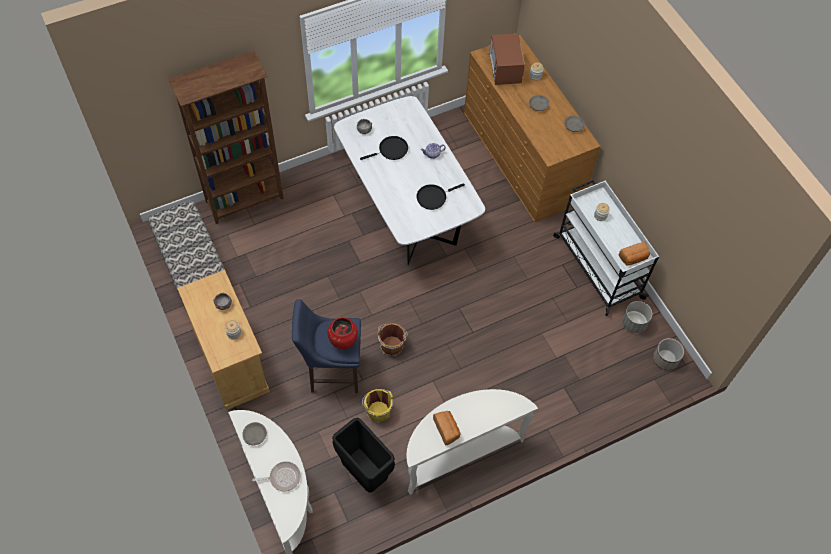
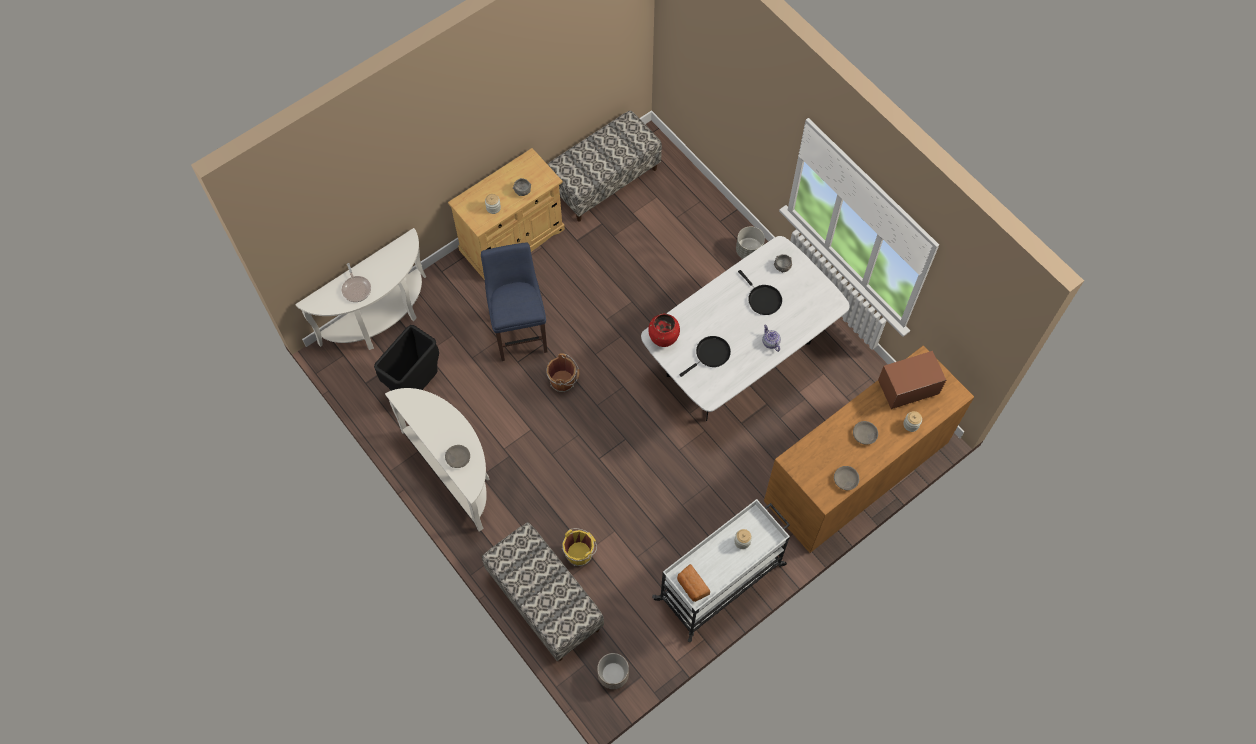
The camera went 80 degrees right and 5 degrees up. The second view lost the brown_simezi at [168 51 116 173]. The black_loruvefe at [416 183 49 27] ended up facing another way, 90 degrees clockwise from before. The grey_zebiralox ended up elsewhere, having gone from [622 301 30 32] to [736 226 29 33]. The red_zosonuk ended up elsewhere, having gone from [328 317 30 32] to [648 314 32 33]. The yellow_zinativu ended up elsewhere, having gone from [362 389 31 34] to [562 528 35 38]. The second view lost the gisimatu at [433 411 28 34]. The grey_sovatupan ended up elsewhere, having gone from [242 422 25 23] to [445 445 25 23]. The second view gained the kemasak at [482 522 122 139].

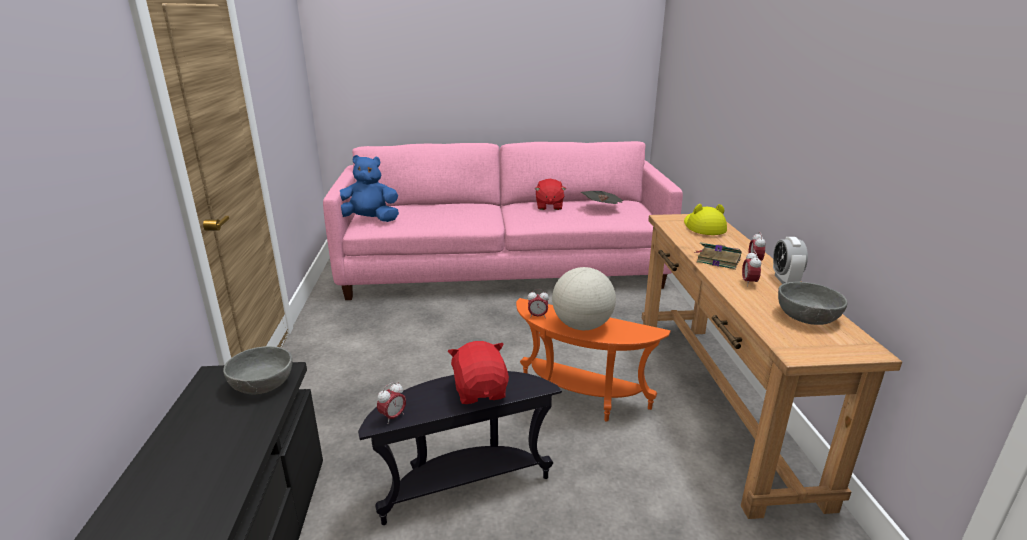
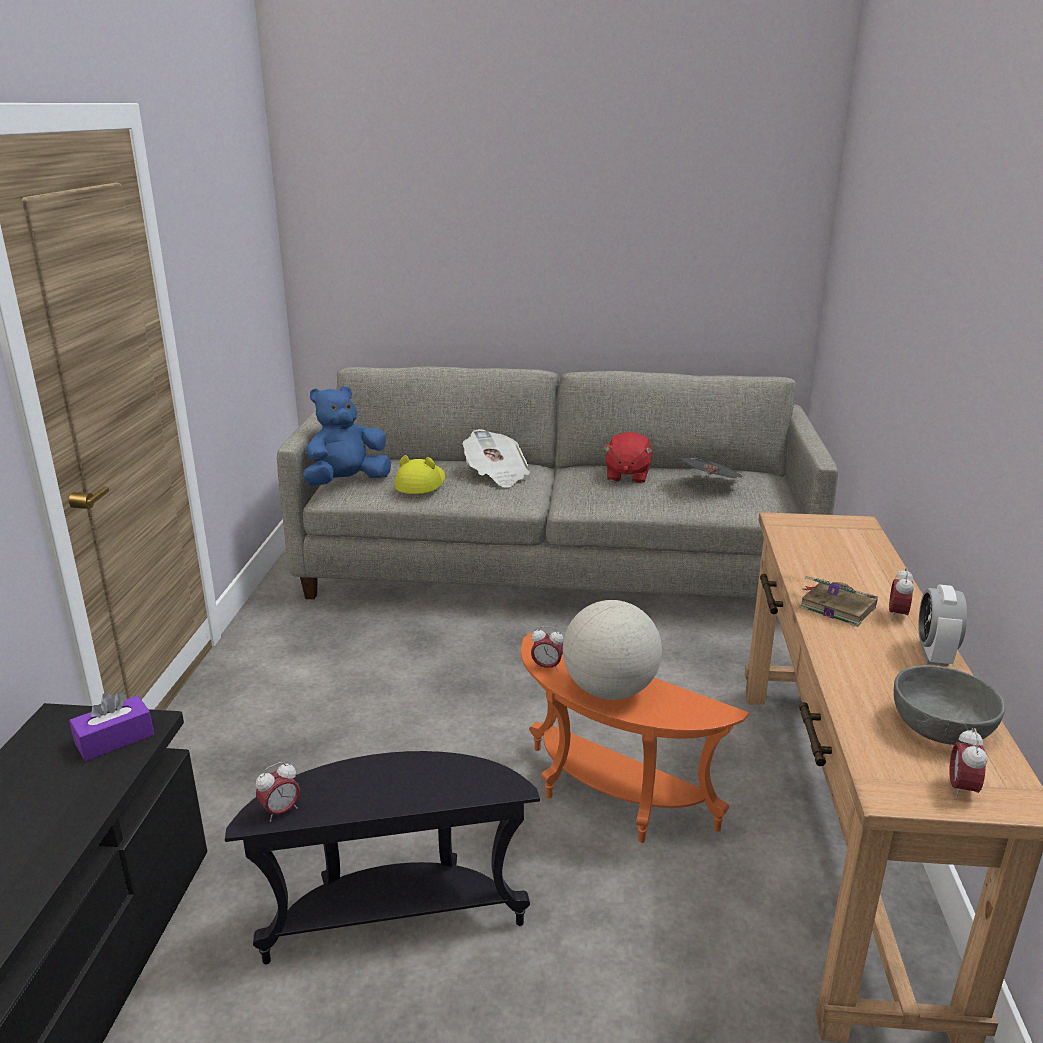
The camera went 10 degrees right and 0 degrees up. What was the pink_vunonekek at [323 141 360 159] turned into the grey_vunonekek at [277 367 561 232]. The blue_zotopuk at [340 155 59 67] ended up facing another way, 45 degrees counterclockwise from before. The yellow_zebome ended up elsewhere, having gone from [684 204 43 31] to [394 455 51 39]. The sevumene ended up elsewhere, having gone from [742 250 19 37] to [950 728 37 72]. The second view lost the red_zotopuk at [448 341 61 63]. Where the grey_sovatupan stood at [223 346 69 48], the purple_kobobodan came to stand at [69 691 85 70]. The second view gained the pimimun at [462 429 68 59].

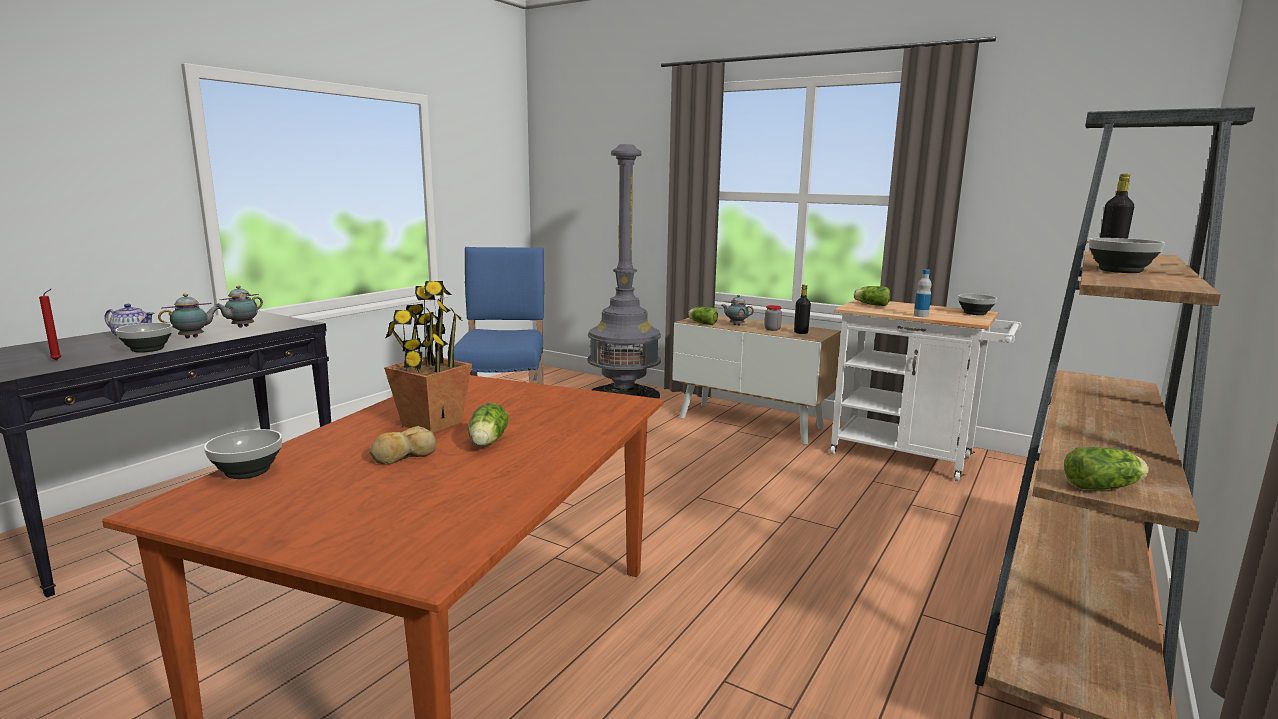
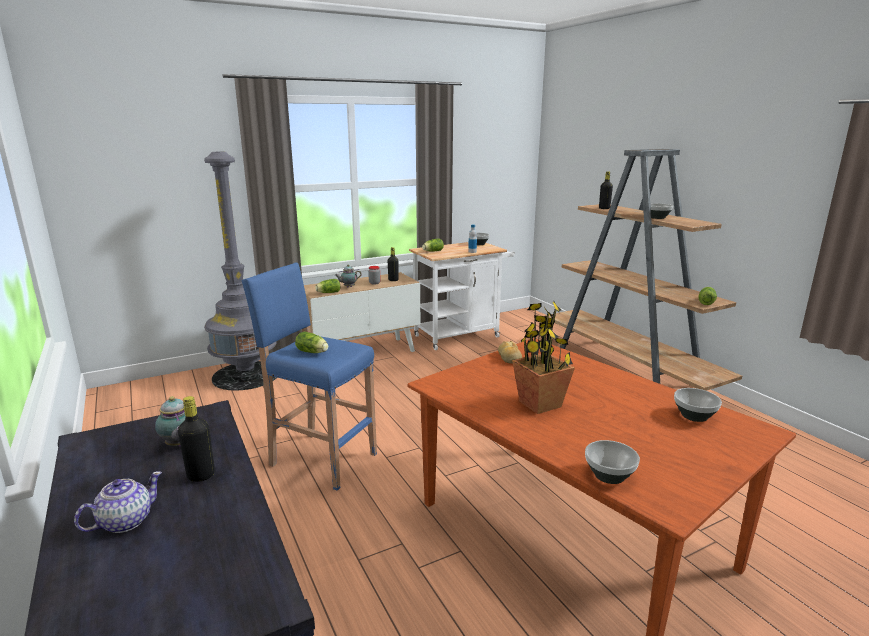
The camera went 60 degrees left and 5 degrees up. The second view lost the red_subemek at [39 289 22 71]. Where the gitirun stood at [158 293 61 45], the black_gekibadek came to stand at [178 396 37 86]. The sovatupan ended up elsewhere, having gone from [115 323 58 30] to [674 388 48 34]. The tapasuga ended up elsewhere, having gone from [468 403 40 43] to [295 332 33 21]. The gisimatu ended up elsewhere, having gone from [369 426 67 38] to [498 341 24 23].

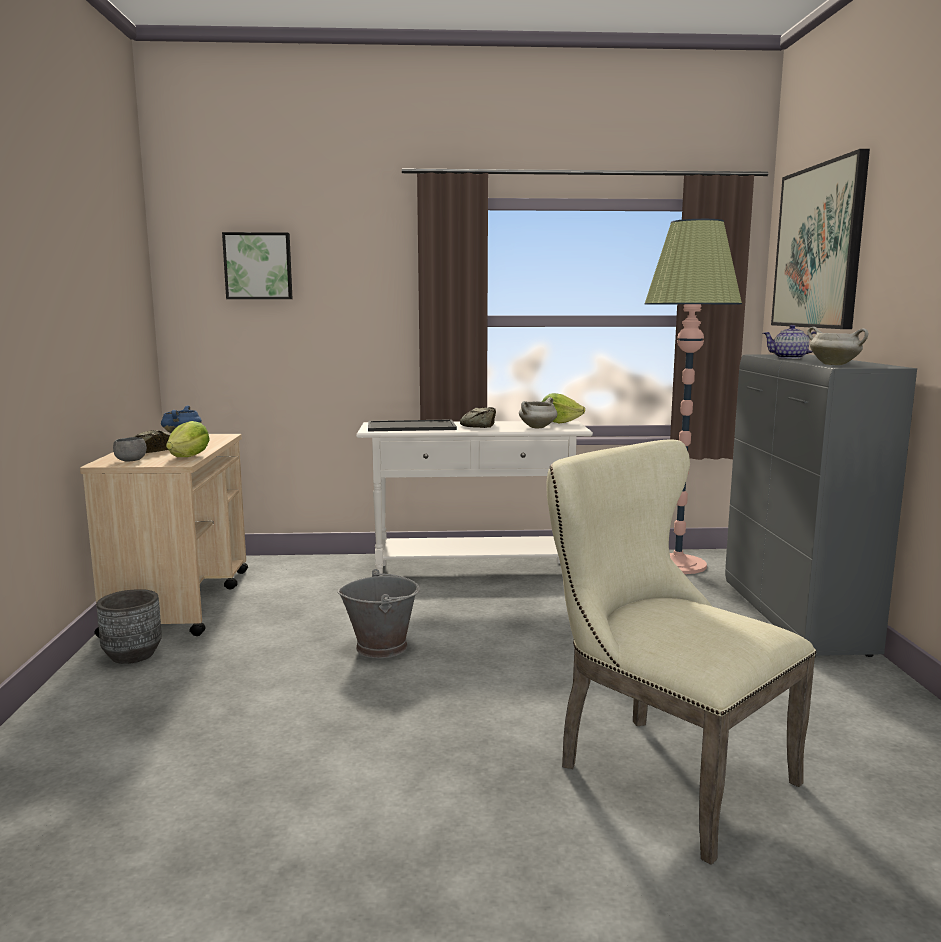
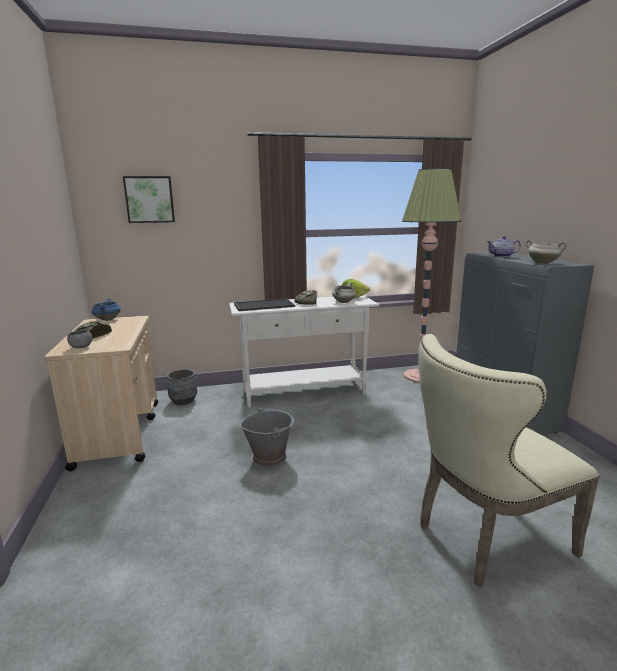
The camera went 10 degrees left and 5 degrees up. The second view lost the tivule at [771 149 99 180]. The second view lost the tapasuga at [166 421 44 36]. The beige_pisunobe at [546 440 270 425] ended up facing another way, 60 degrees counterclockwise from before. The grey_zebiralox ended up elsewhere, having gone from [96 589 66 75] to [166 369 31 36].

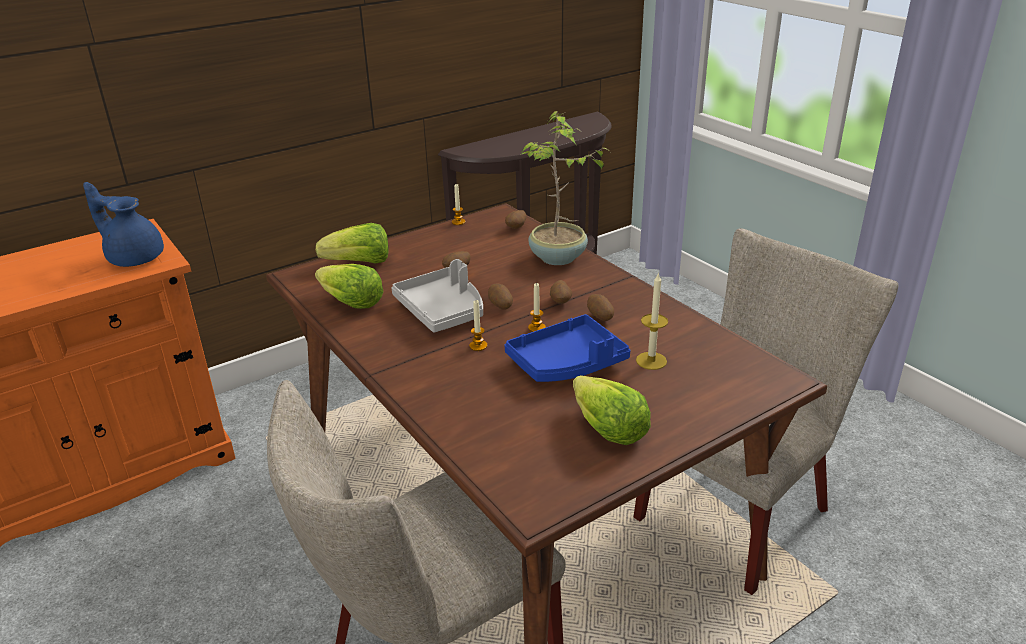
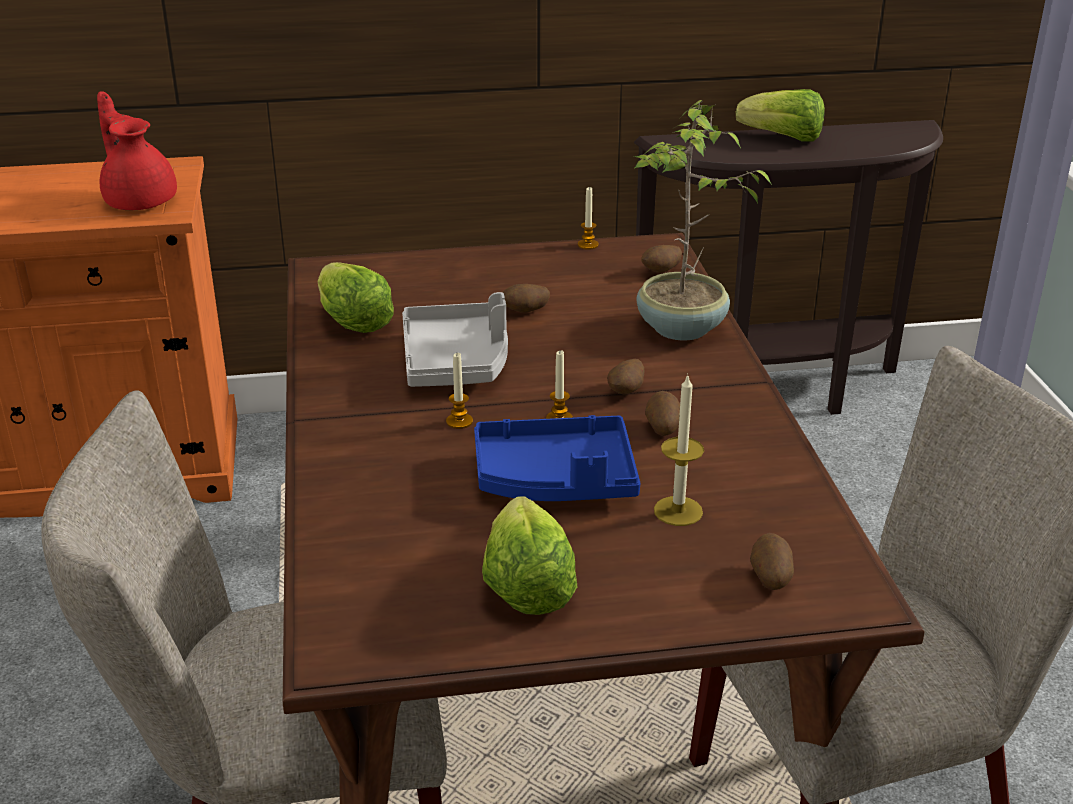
The camera went 25 degrees right and 0 degrees up. What was the blue_gitirun at [83 182 81 85] turned into the red_gitirun at [97 91 80 119]. The tapasuga ended up elsewhere, having gone from [316 223 73 41] to [736 89 89 53]. The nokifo ended up elsewhere, having gone from [488 284 25 26] to [750 533 44 57].

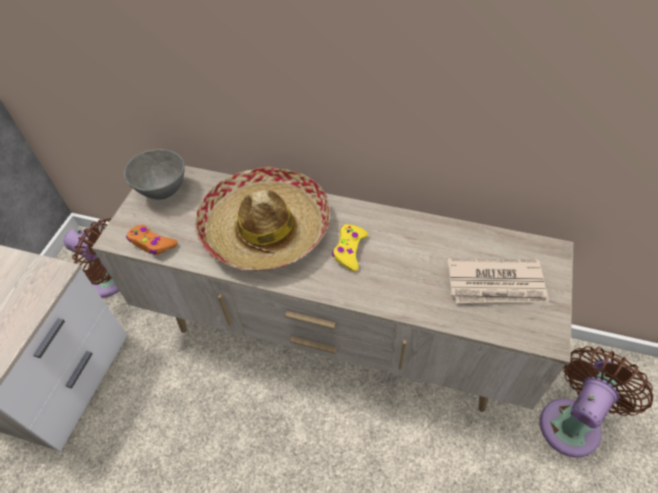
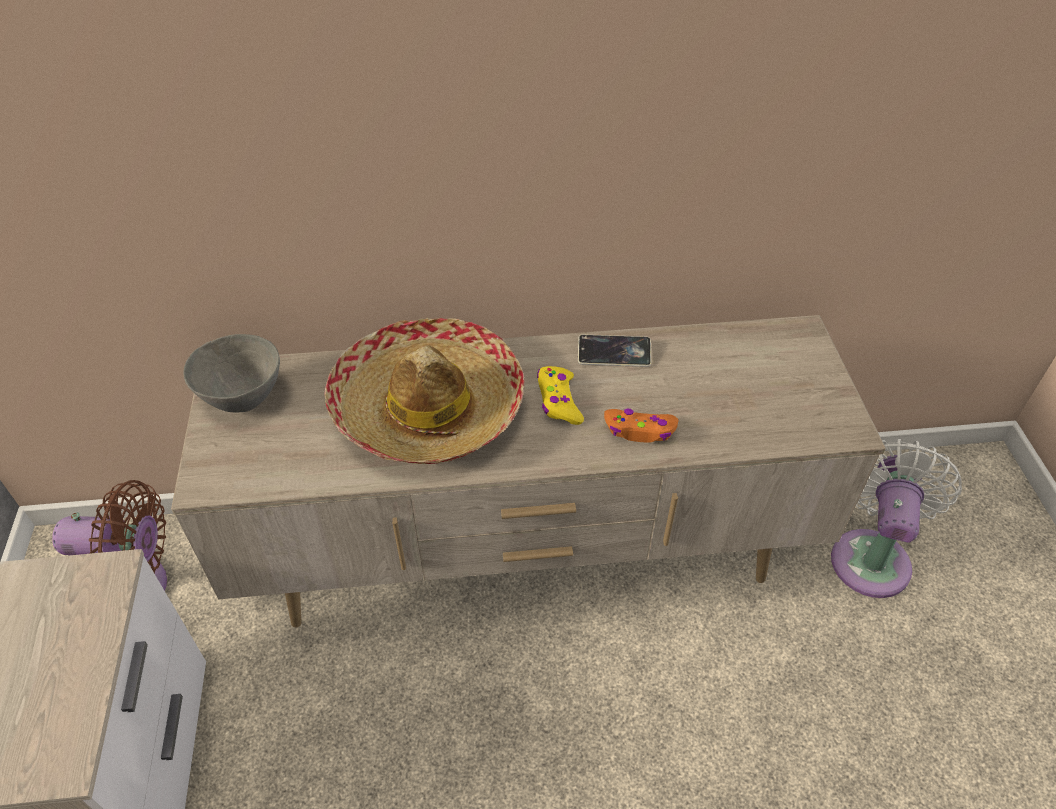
The camera went 25 degrees left and 5 degrees down. The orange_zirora ended up elsewhere, having gone from [126 225 52 30] to [604 408 75 35]. The second view lost the pimimun at [447 258 102 45]. What was the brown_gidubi at [540 346 113 111] turned into the white_gidubi at [831 439 131 159]. The second view gained the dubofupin at [578 334 73 33].

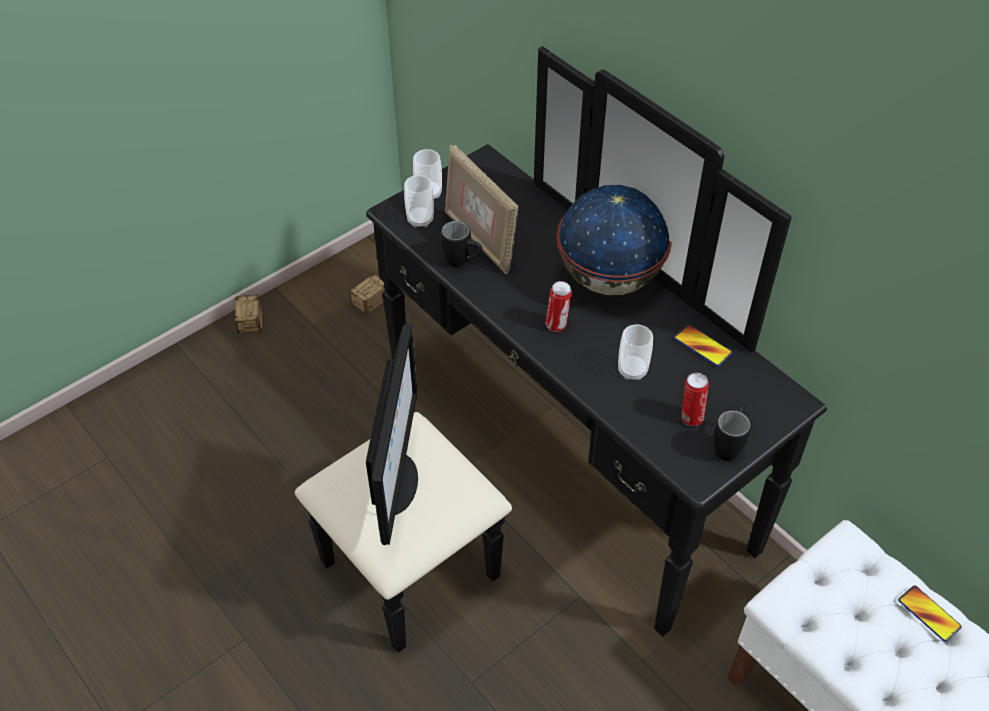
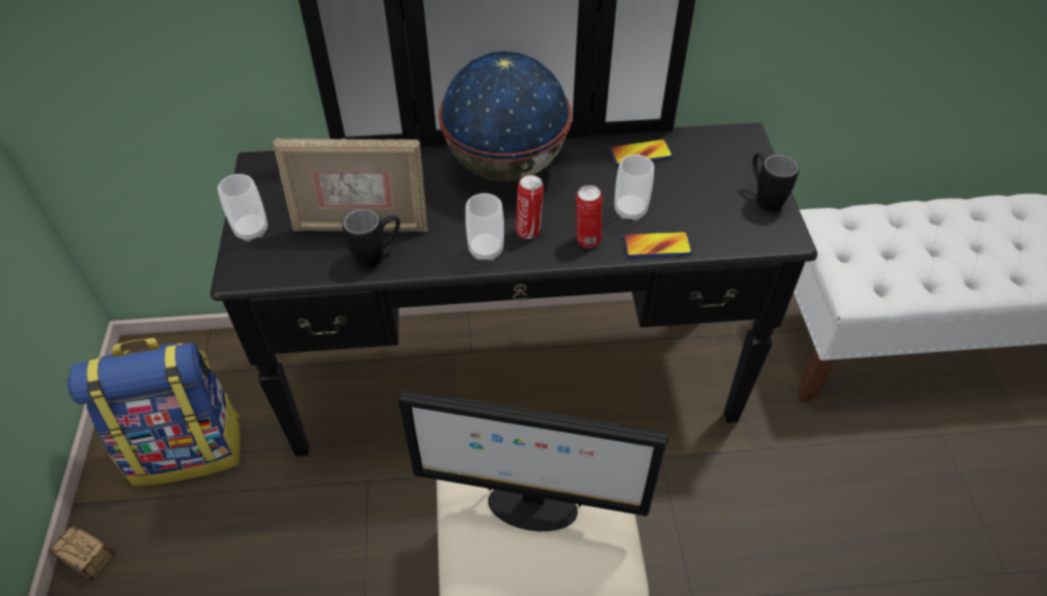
The camera went 55 degrees left and 0 degrees up. The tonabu ended up elsewhere, having gone from [404 175 30 52] to [465 193 39 68]. Where the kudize stood at [325 273 60 41], the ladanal came to stand at [67 338 173 148]. The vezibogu at [366 323 52 222] ended up facing another way, 150 degrees clockwise from before. The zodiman ended up elsewhere, having gone from [681 373 28 53] to [576 185 26 63]. The dubofupin ended up elsewhere, having gone from [898 585 64 57] to [623 232 69 25].

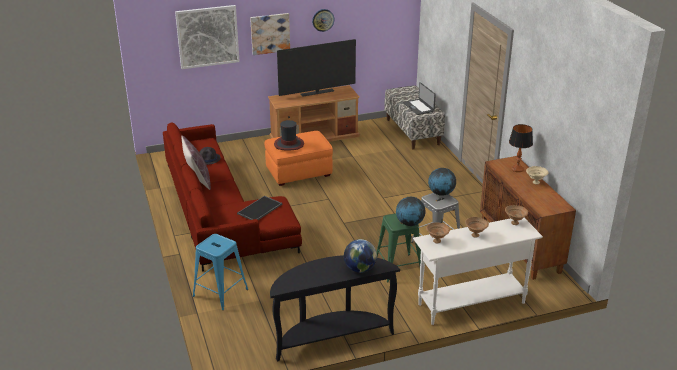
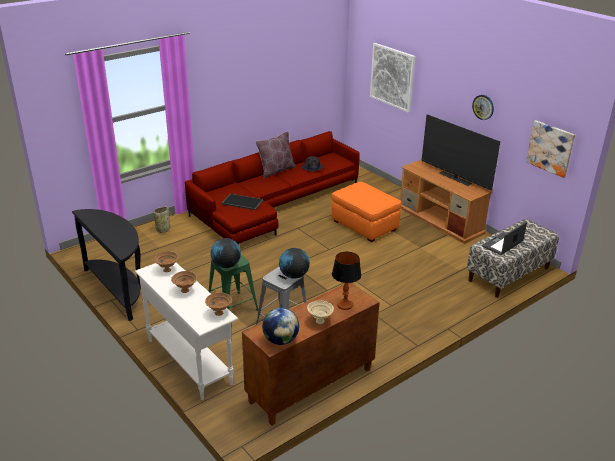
The camera went 70 degrees right and 0 degrees up. The tivule ended up elsewhere, having gone from [250 13 40 42] to [526 120 49 58]. The second view lost the zebome at [274 120 30 30]. Where the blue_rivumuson stood at [193 234 55 76], the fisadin came to stand at [153 206 21 29]. The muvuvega ended up elsewhere, having gone from [344 239 33 34] to [262 308 37 37].

